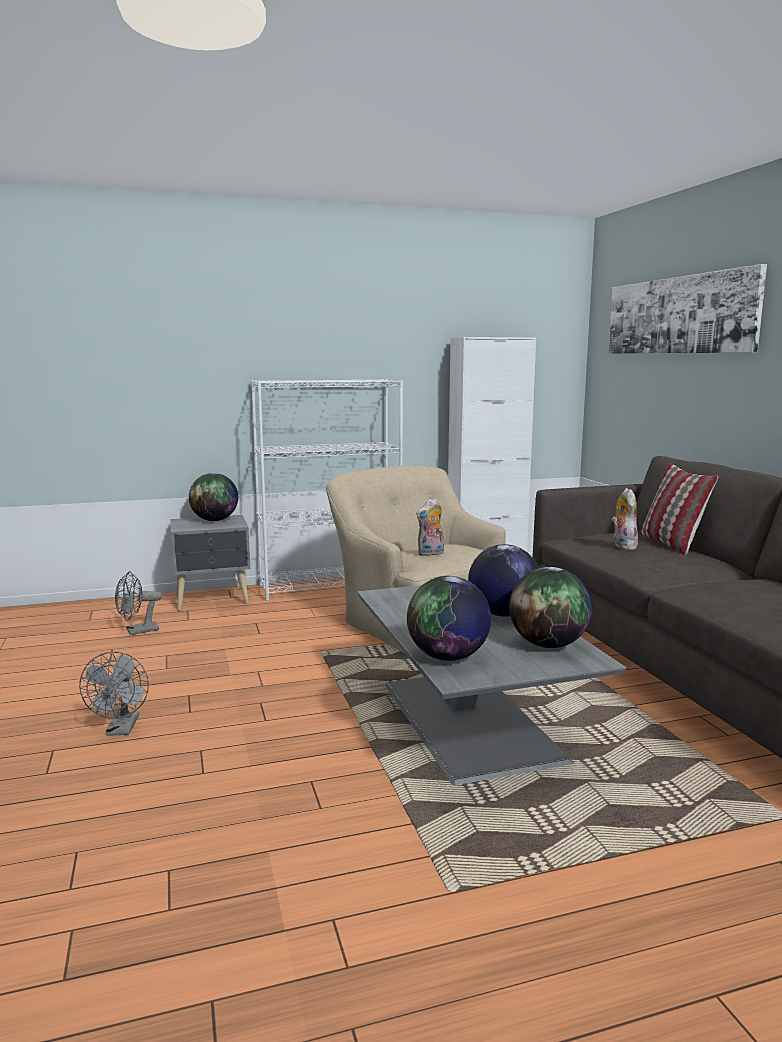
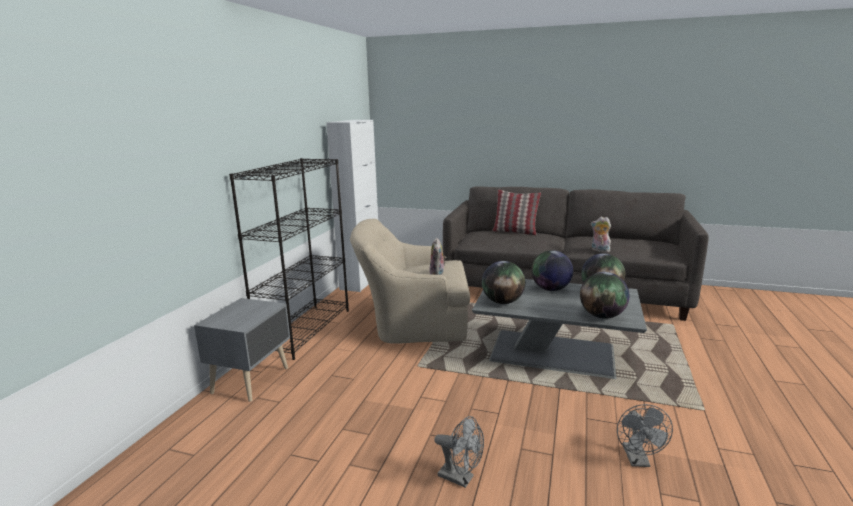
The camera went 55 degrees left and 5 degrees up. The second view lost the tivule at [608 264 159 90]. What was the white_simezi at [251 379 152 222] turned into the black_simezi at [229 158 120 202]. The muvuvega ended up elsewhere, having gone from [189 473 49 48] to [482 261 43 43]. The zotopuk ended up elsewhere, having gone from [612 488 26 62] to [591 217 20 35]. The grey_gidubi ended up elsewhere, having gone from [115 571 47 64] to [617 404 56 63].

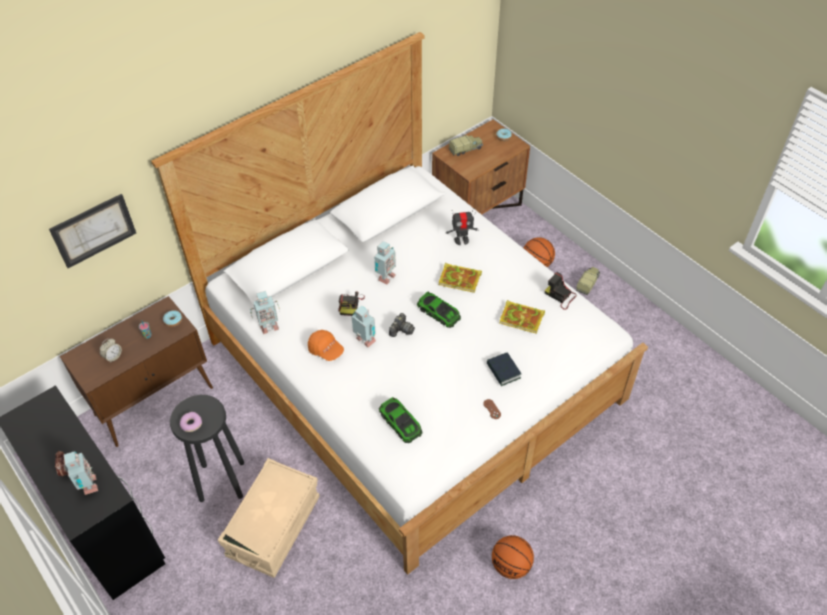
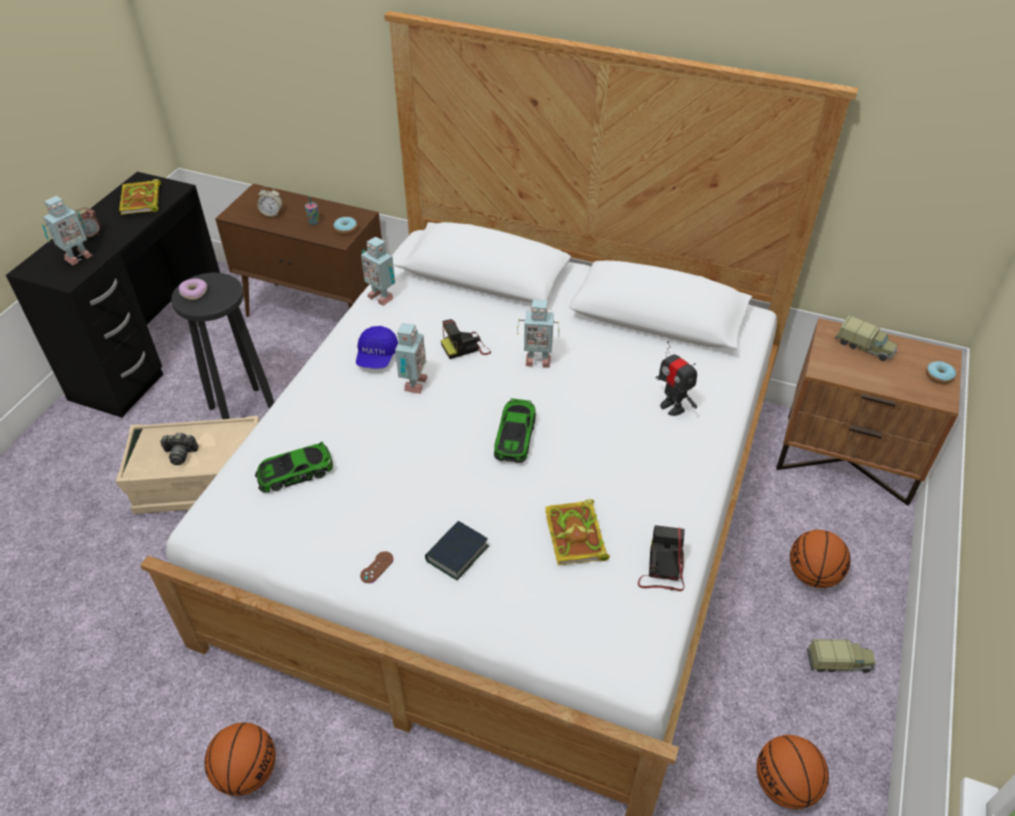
The camera went 60 degrees right and 5 degrees down. The second view lost the tivule at [49 194 87 74]. The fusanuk ended up elsewhere, having gone from [439 263 43 30] to [119 179 42 36]. The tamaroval ended up elsewhere, having gone from [389 313 26 24] to [160 433 39 32]. What was the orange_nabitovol at [308 330 36 31] turned into the blue_nabitovol at [356 326 42 42]. The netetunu at [379 397 43 46] ended up facing another way, 45 degrees clockwise from before. The second view gained the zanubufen at [756 735 73 74].

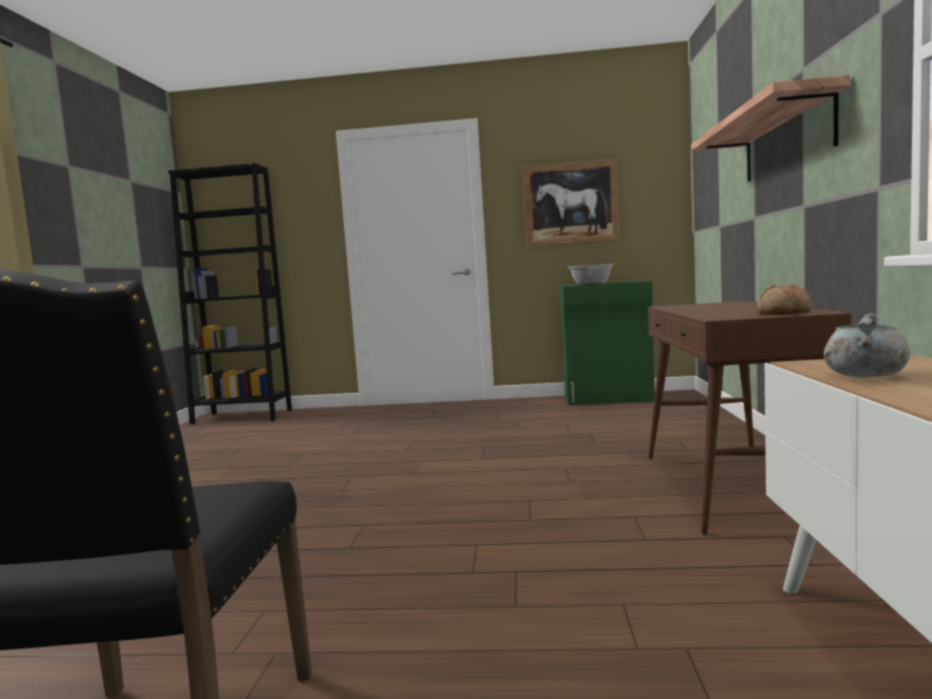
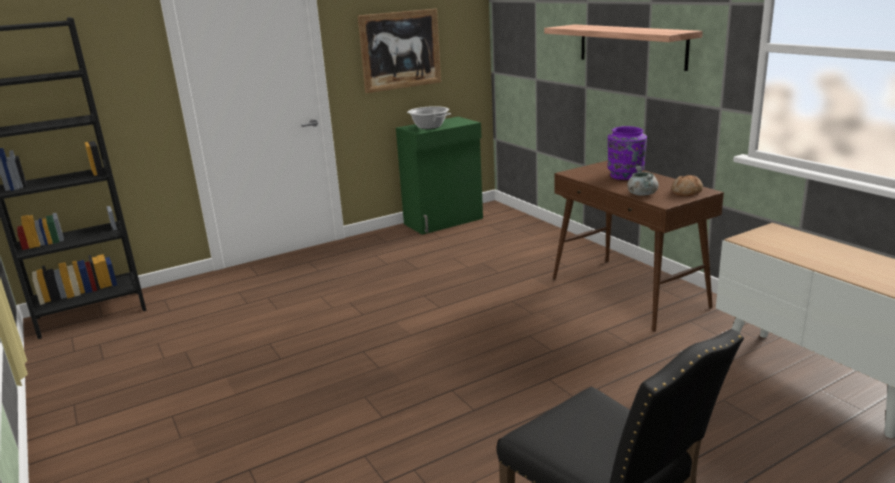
The camera went 35 degrees left and 15 degrees up. The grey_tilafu ended up elsewhere, having gone from [824 313 86 64] to [627 166 32 30]. The second view gained the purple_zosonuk at [607 126 40 54].

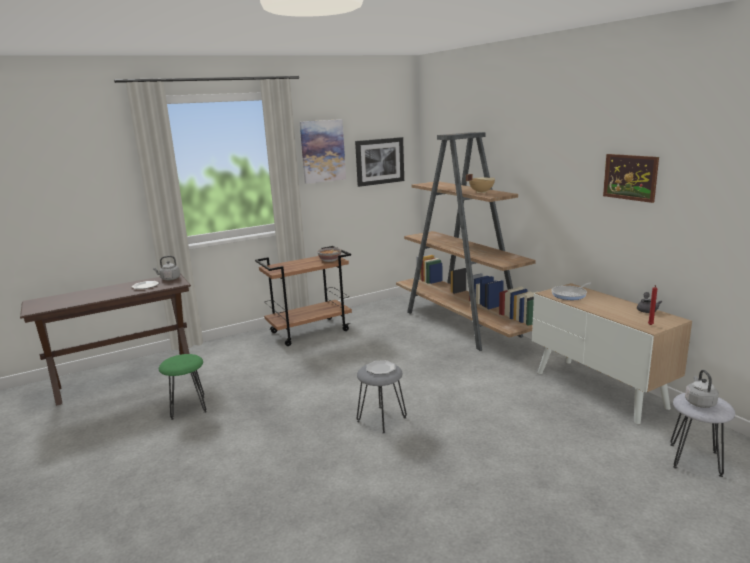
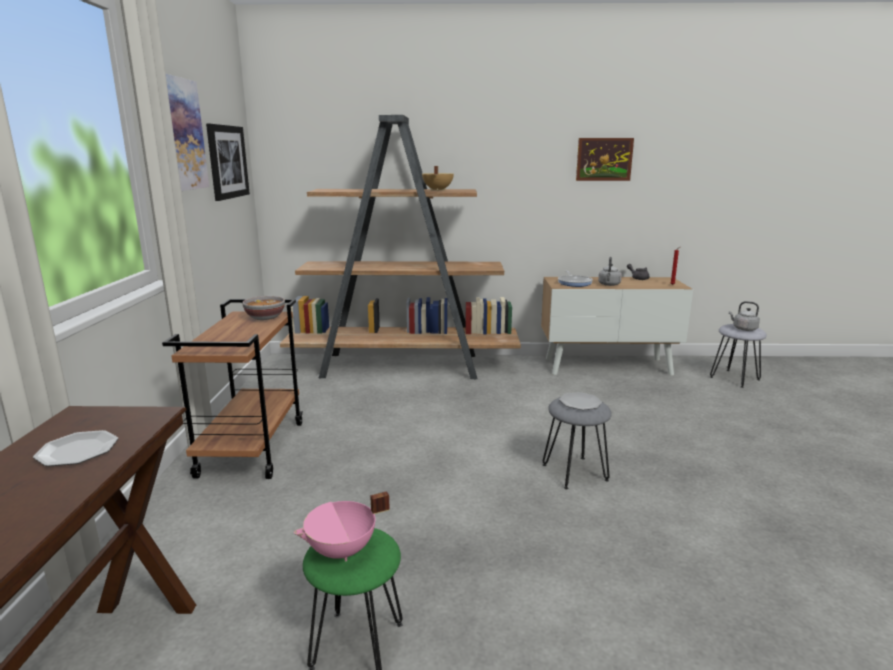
The camera went 60 degrees left and 0 degrees up. The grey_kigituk ended up elsewhere, having gone from [153 256 27 24] to [598 257 24 29]. The second view gained the pink_tilafu at [294 491 96 71].

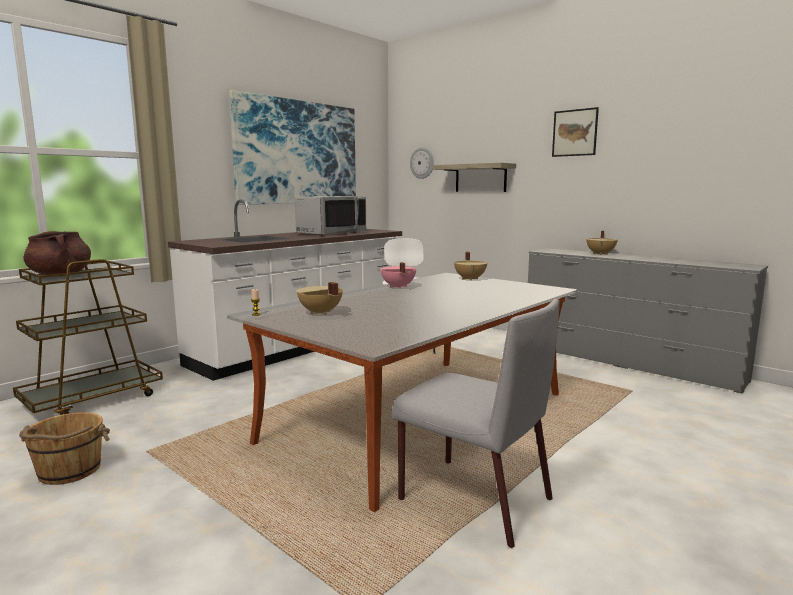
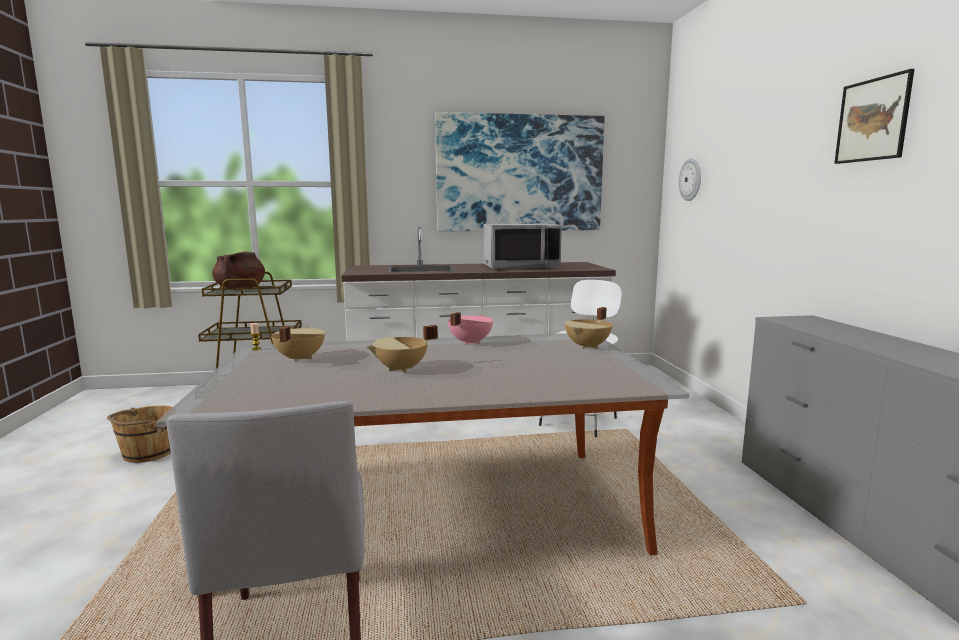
The camera went 40 degrees right and 0 degrees up. The second view lost the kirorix at [433 163 83 29]. The beige_tilafu ended up elsewhere, having gone from [586 230 32 25] to [366 325 72 48].

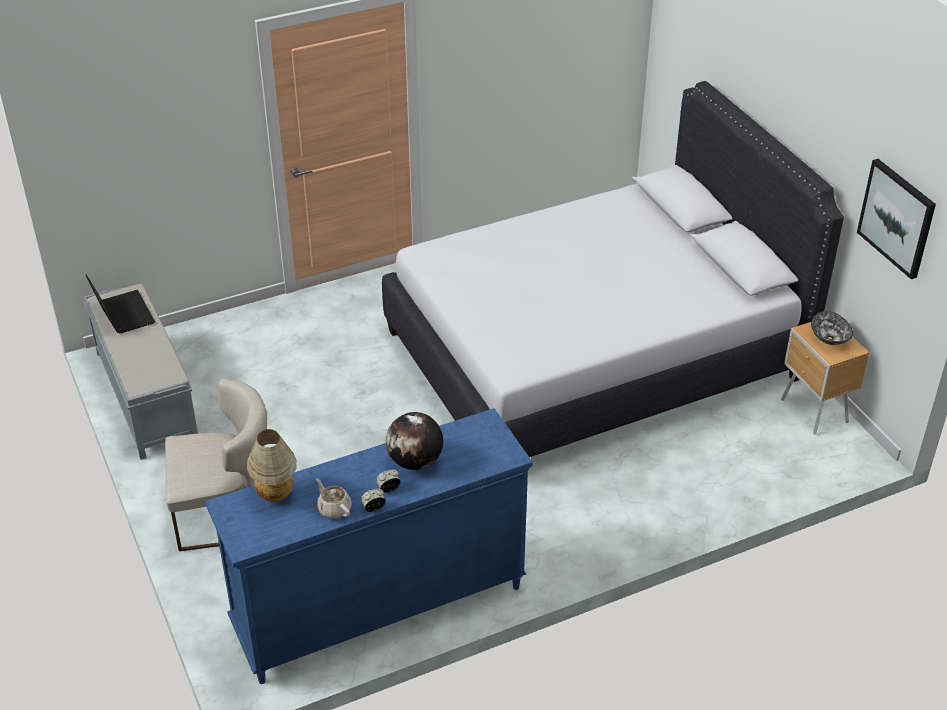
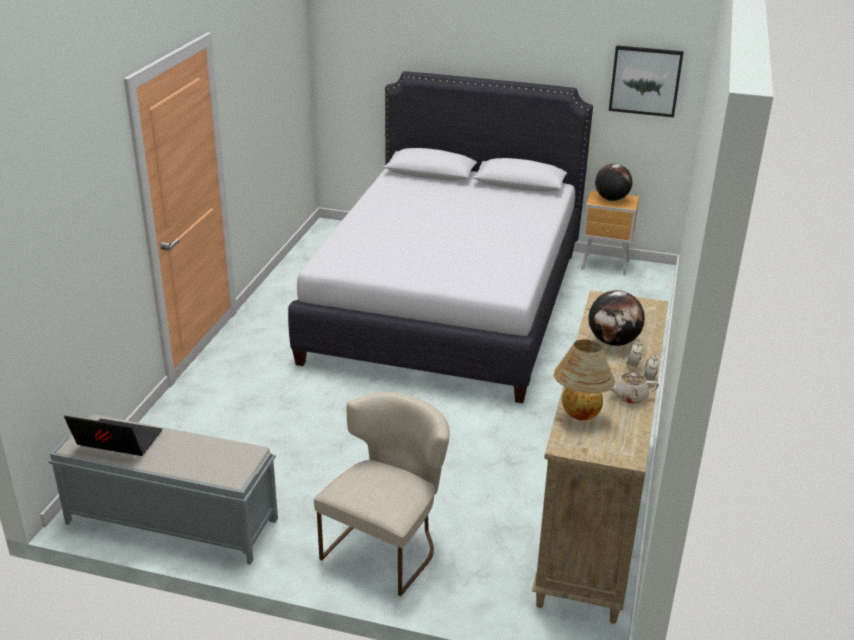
The camera went 50 degrees left and 10 degrees down. Where the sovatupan stood at [811 311 42 34], the muvuvega came to stand at [595 164 38 37]. What was the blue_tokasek at [205 408 328 276] turned into the beige_tokasek at [532 290 136 334].

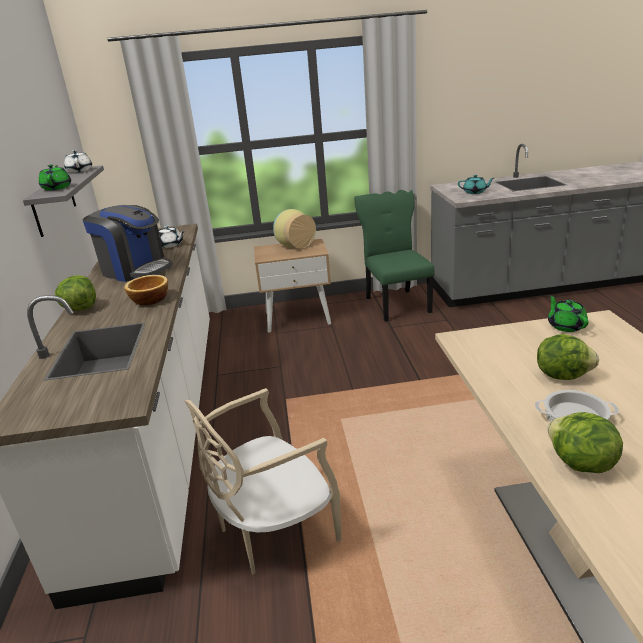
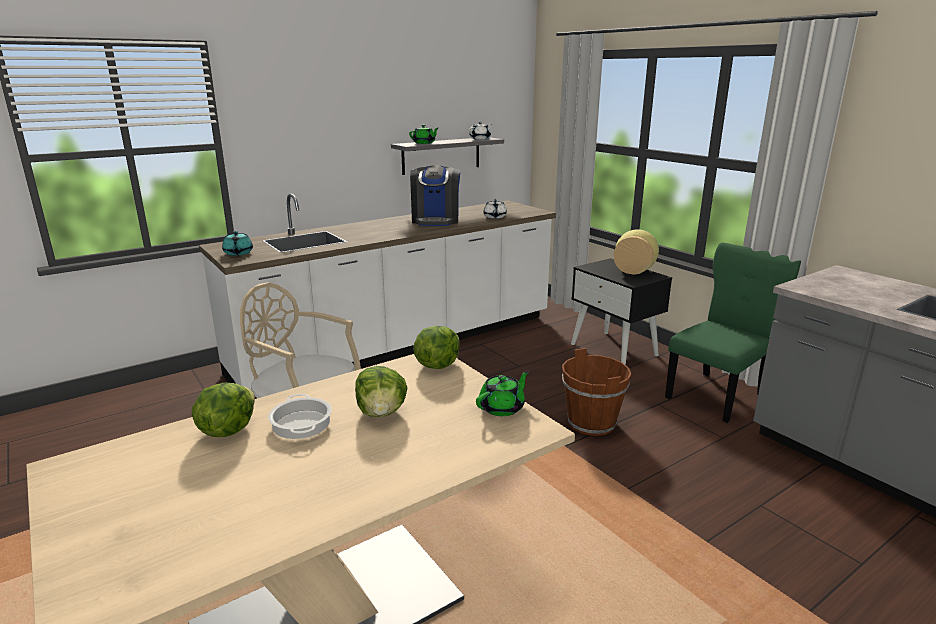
The camera went 60 degrees right and 5 degrees down. The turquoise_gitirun ended up elsewhere, having gone from [458 175 36 19] to [222 231 31 25]. What was the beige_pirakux at [254 239 77 93] turned into the black_pirakux at [571 258 101 107]. The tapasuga ended up elsewhere, having gone from [55 275 41 36] to [413 326 47 43]. The second view lost the sovatupan at [124 275 44 30]. The second view gained the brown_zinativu at [562 348 69 88].

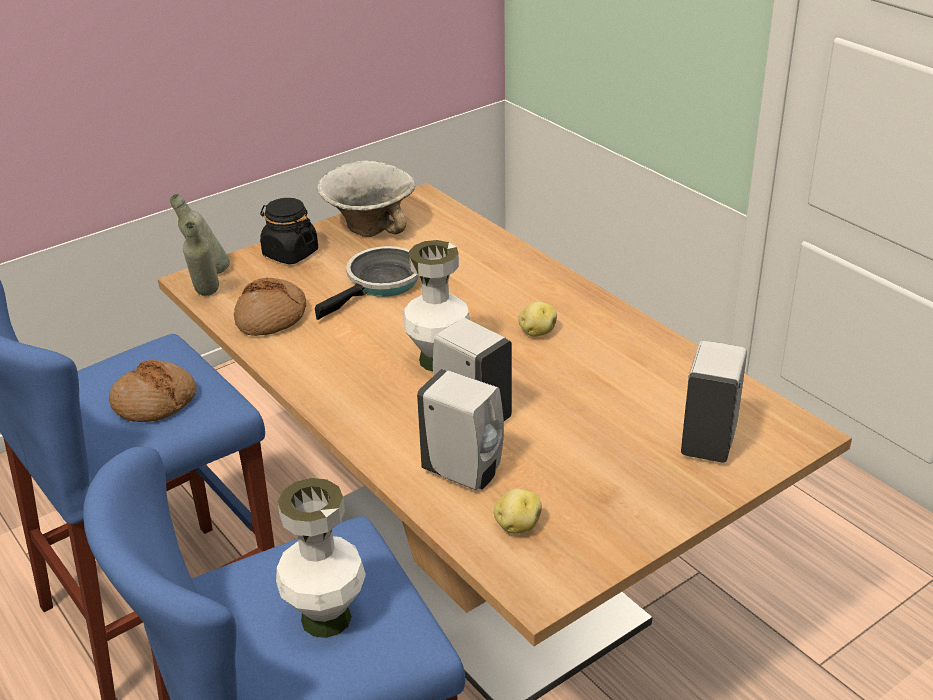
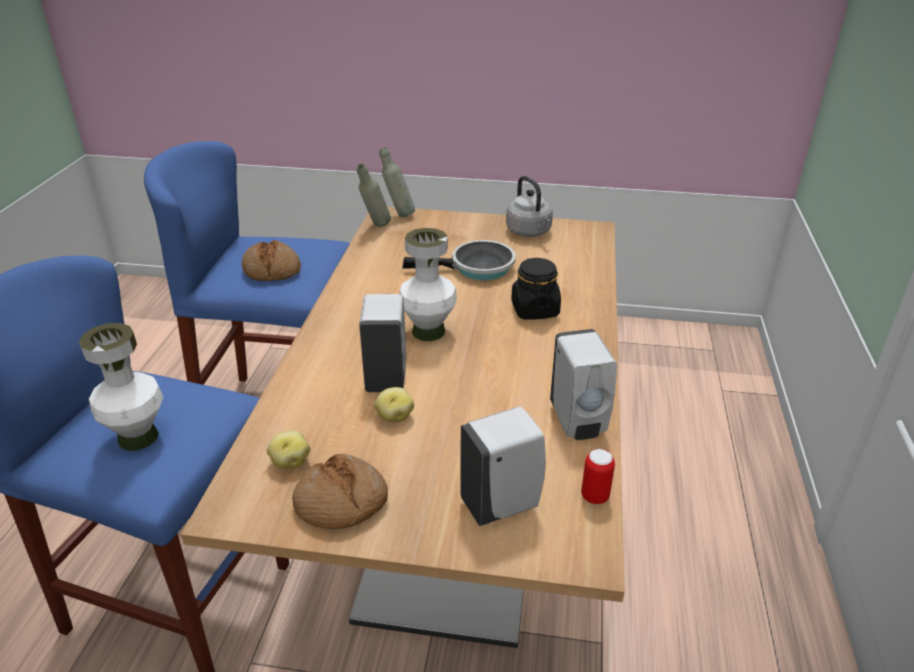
The camera went 45 degrees right and 0 degrees up. Where the sovatupan stood at [317 161 98 76], the grey_kigituk came to stand at [506 176 47 61]. The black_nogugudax ended up elsewhere, having gone from [260 198 58 66] to [511 258 50 62]. The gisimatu ended up elsewhere, having gone from [234 278 72 58] to [292 454 96 75]. The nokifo ended up elsewhere, having gone from [518 302 39 35] to [374 387 40 35]. The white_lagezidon ended up elsewhere, having gone from [417 369 87 121] to [550 329 67 111]. The second view gained the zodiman at [581 449 34 55].

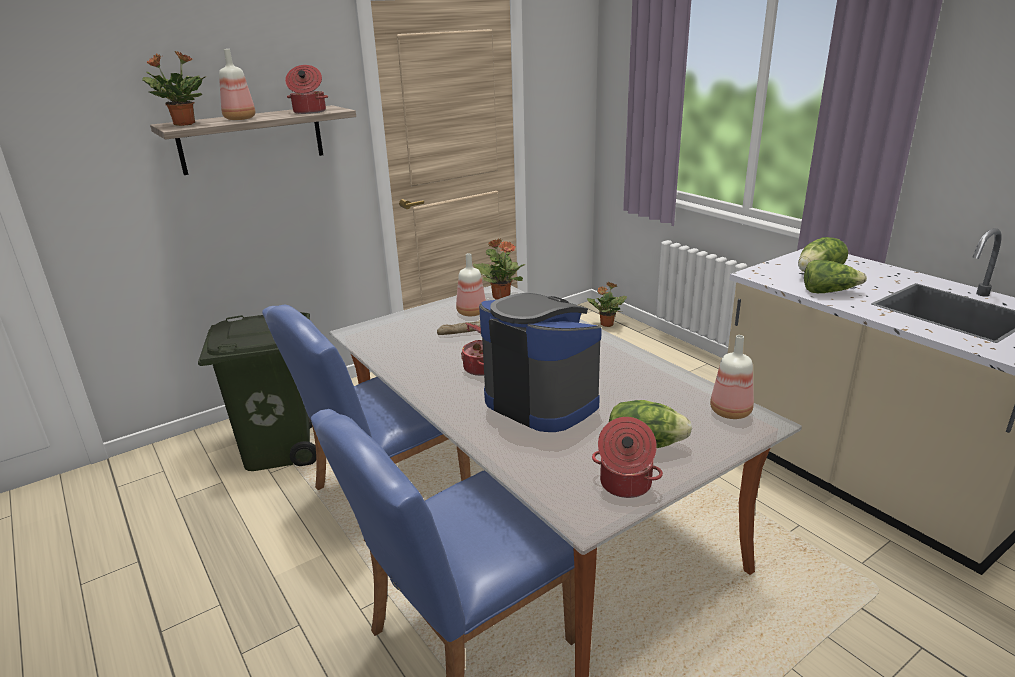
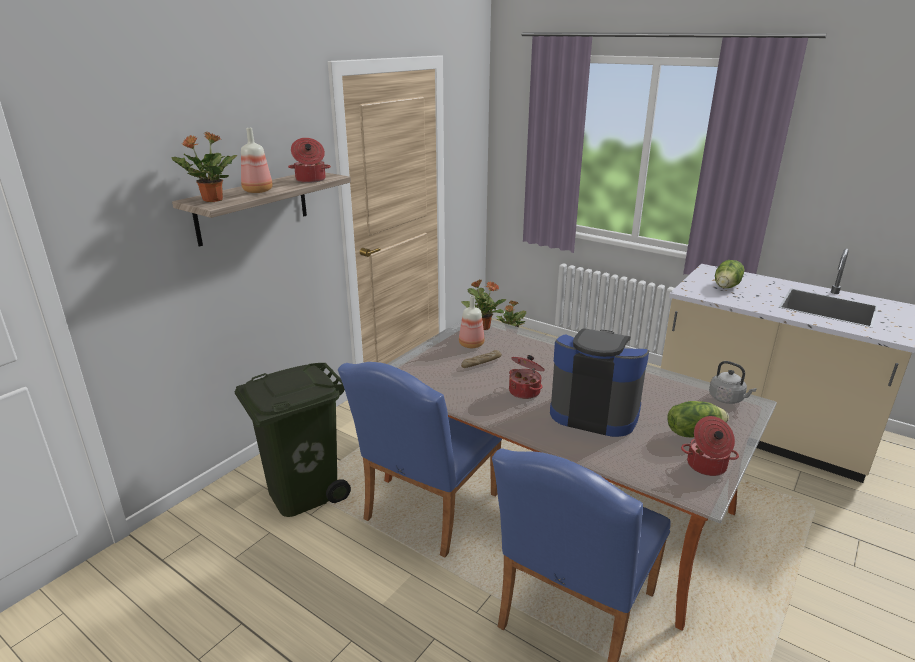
The camera went 20 degrees left and 0 degrees up. The second view lost the tapasuga at [804 260 63 33]. Where the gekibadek stood at [710 335 44 84], the grey_kigituk came to stand at [709 361 48 43].

